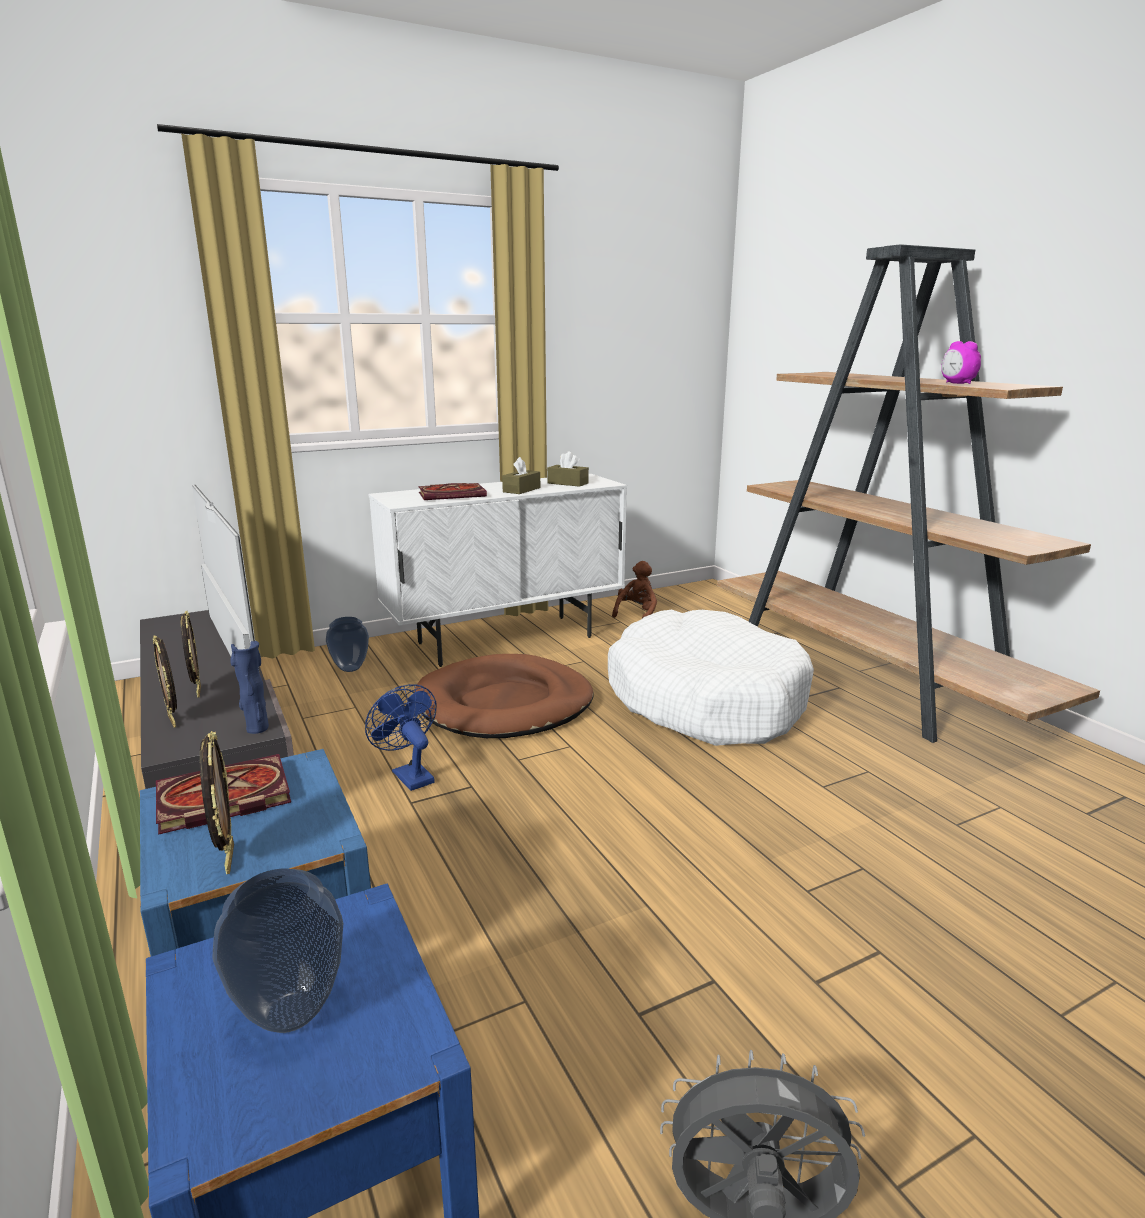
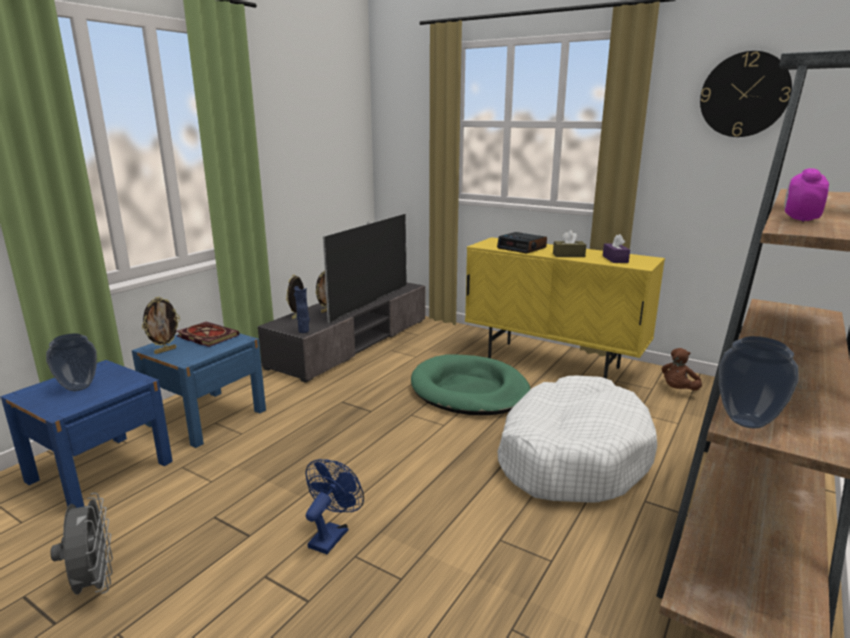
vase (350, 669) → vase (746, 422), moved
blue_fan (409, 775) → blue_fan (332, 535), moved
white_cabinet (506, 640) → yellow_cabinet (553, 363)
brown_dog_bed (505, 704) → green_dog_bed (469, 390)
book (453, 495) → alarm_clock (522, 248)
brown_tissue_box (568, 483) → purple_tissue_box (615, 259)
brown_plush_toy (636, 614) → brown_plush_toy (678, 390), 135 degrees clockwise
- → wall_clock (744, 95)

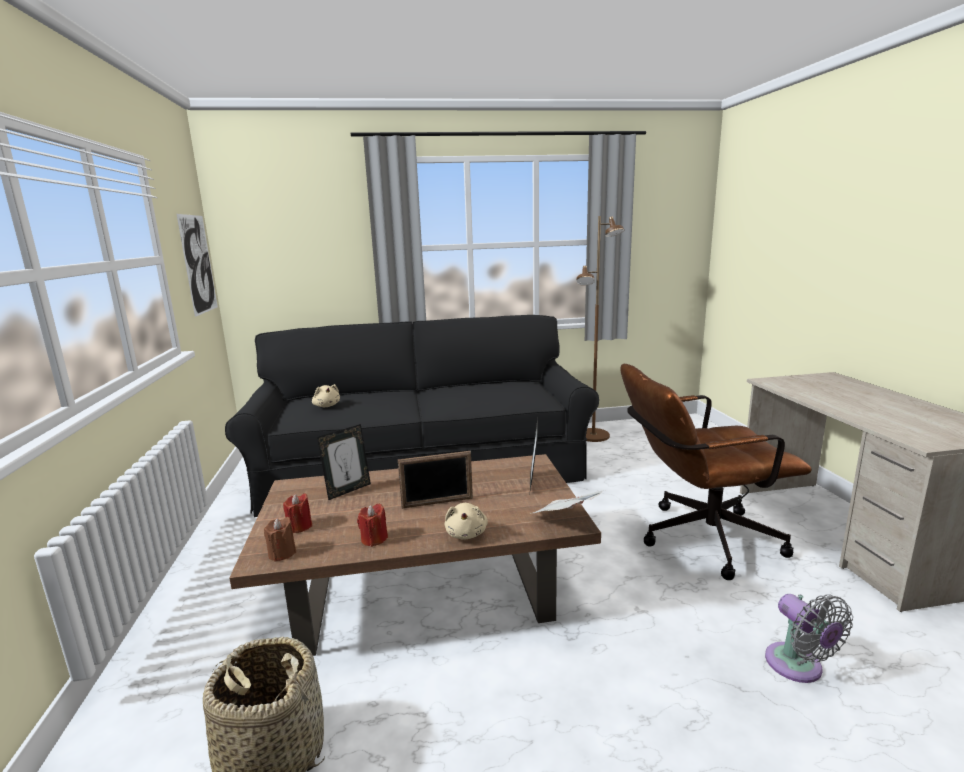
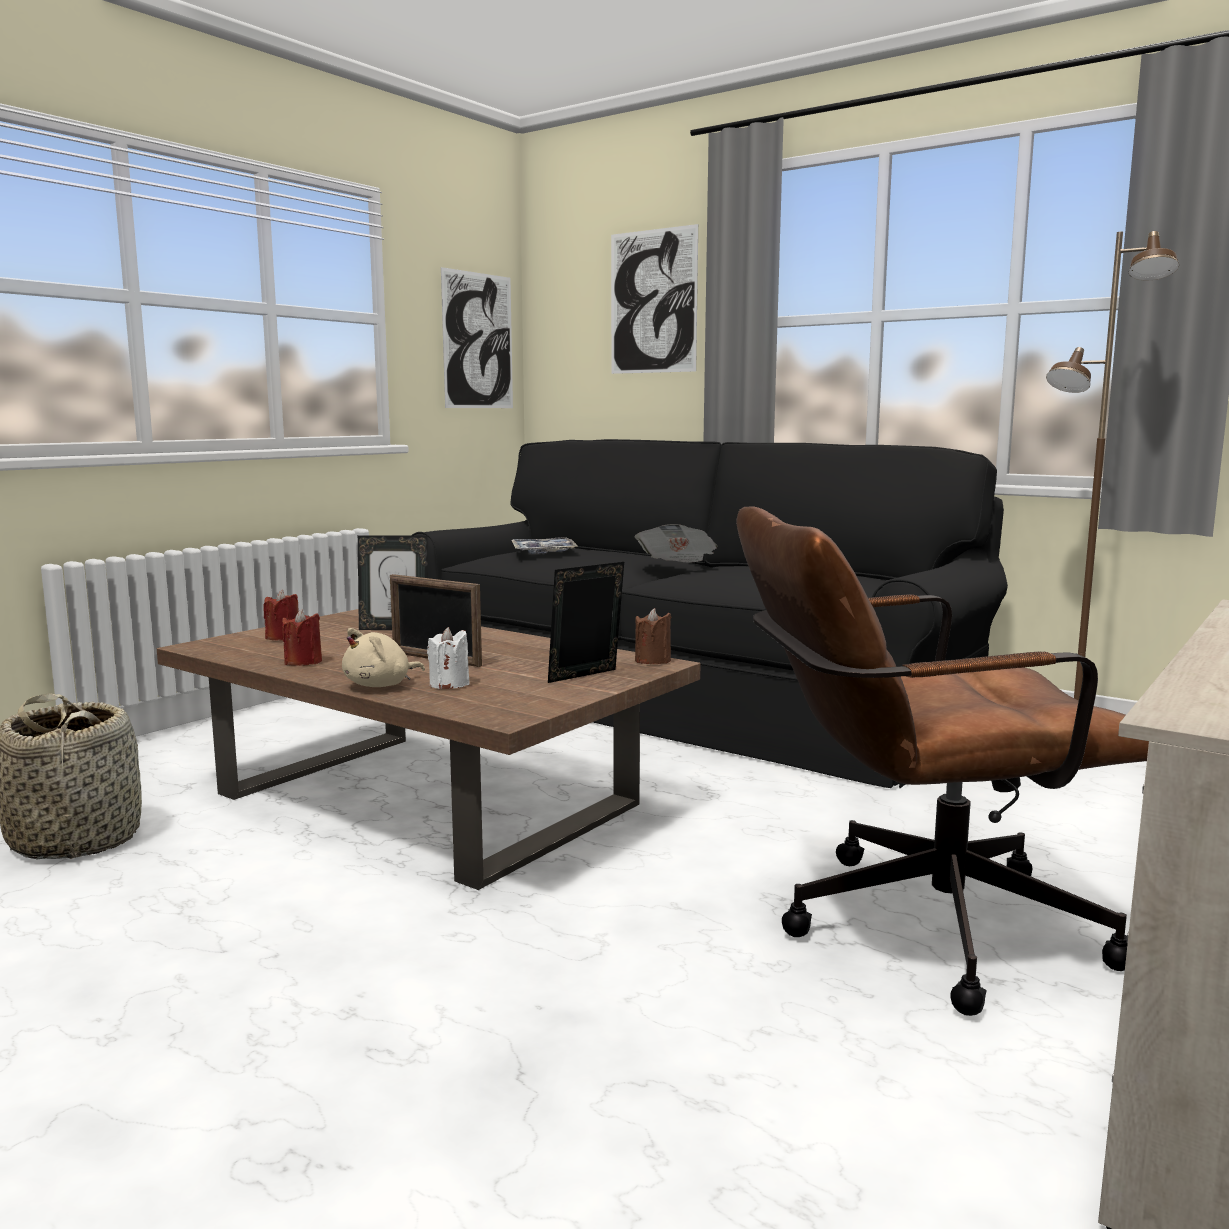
brown_candle (282, 553) → brown_candle (652, 661), moved
beige_plush_toy (326, 406) → tray (543, 552)
newspaper (567, 520) → newspaper (677, 567), moved
brown_office_chair (698, 539) → brown_office_chair (913, 927), 45 degrees counterclockwise
grey_fan (798, 667) → -
- → white_candle (449, 684)
- → picture (653, 302)

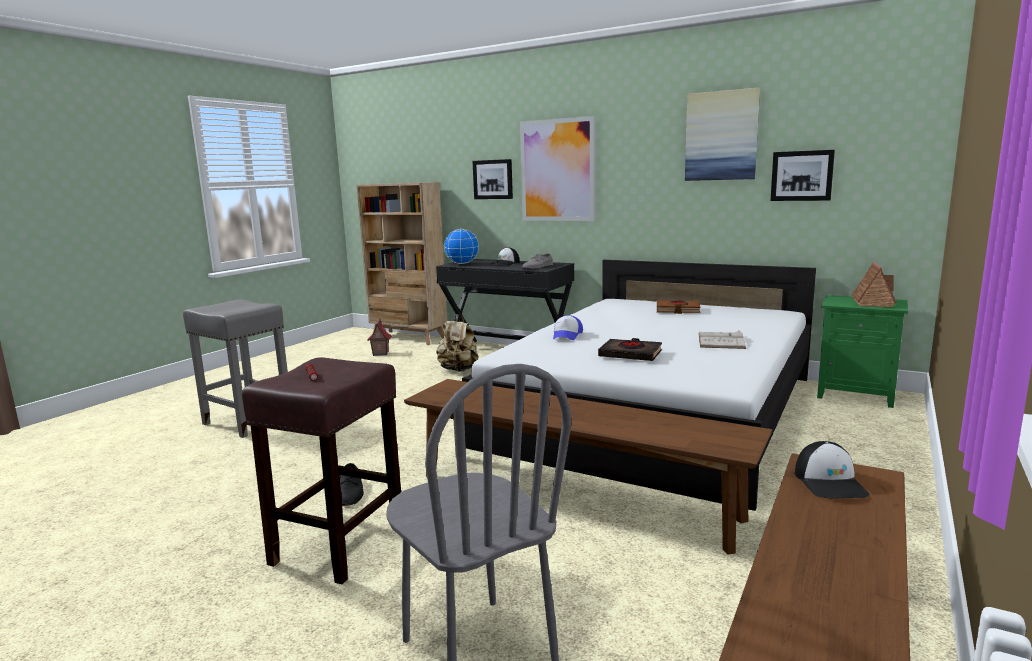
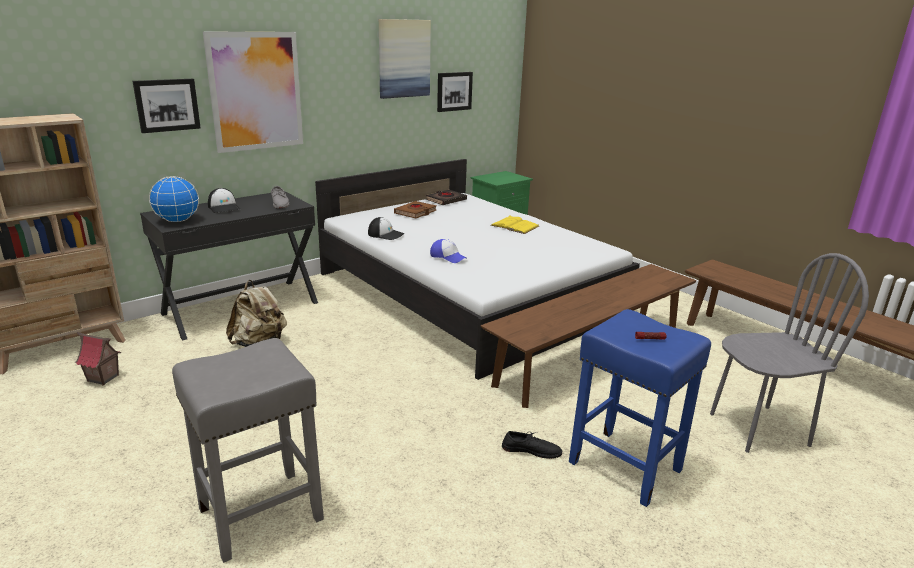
brown_stool (340, 544) → blue_stool (623, 465)
black_book (630, 354) → black_book (446, 200), moved
white_book (721, 341) → yellow_book (514, 226)
cap (830, 483) → cap (386, 234), moved
toy_house (872, 302) → -

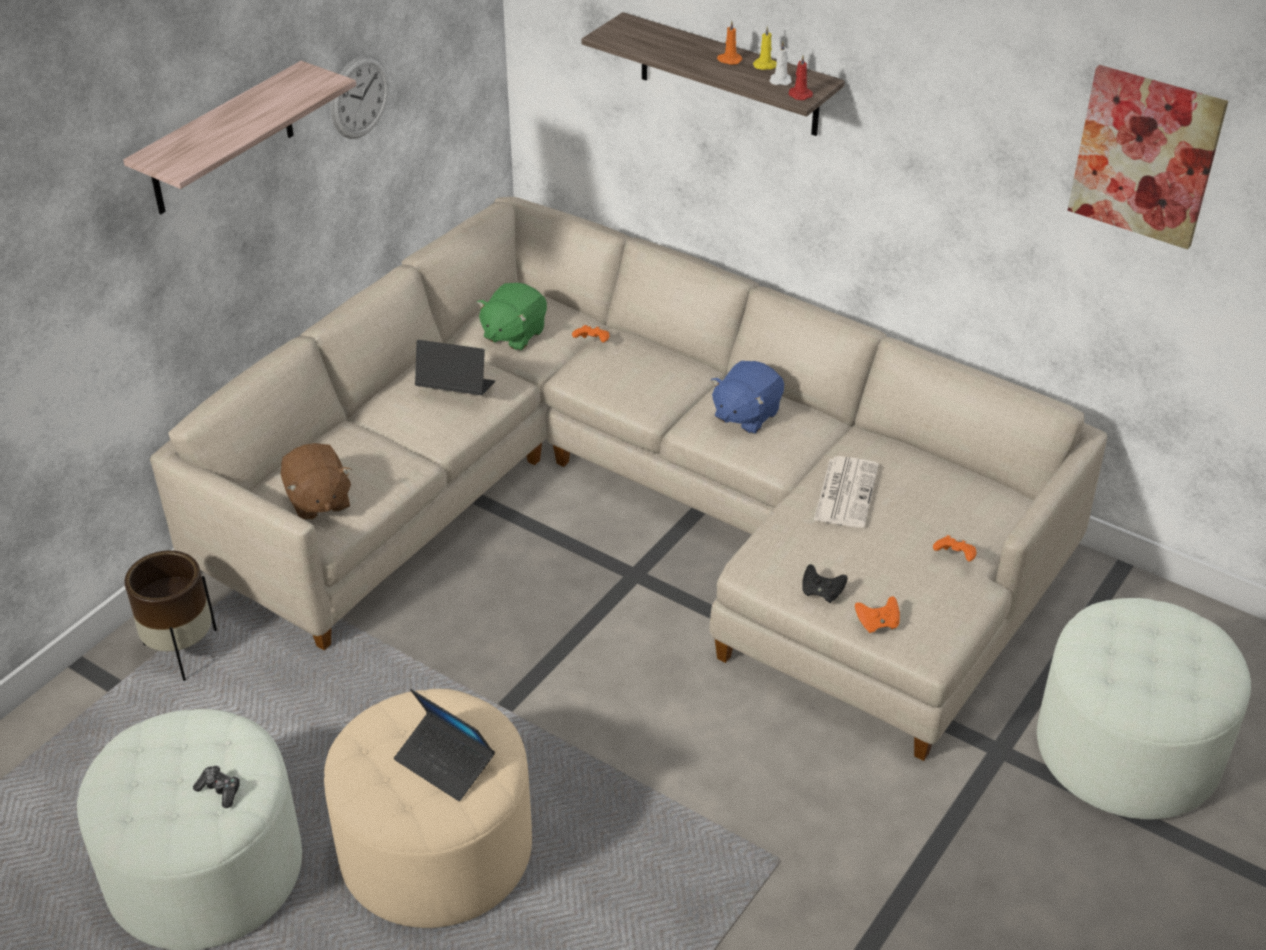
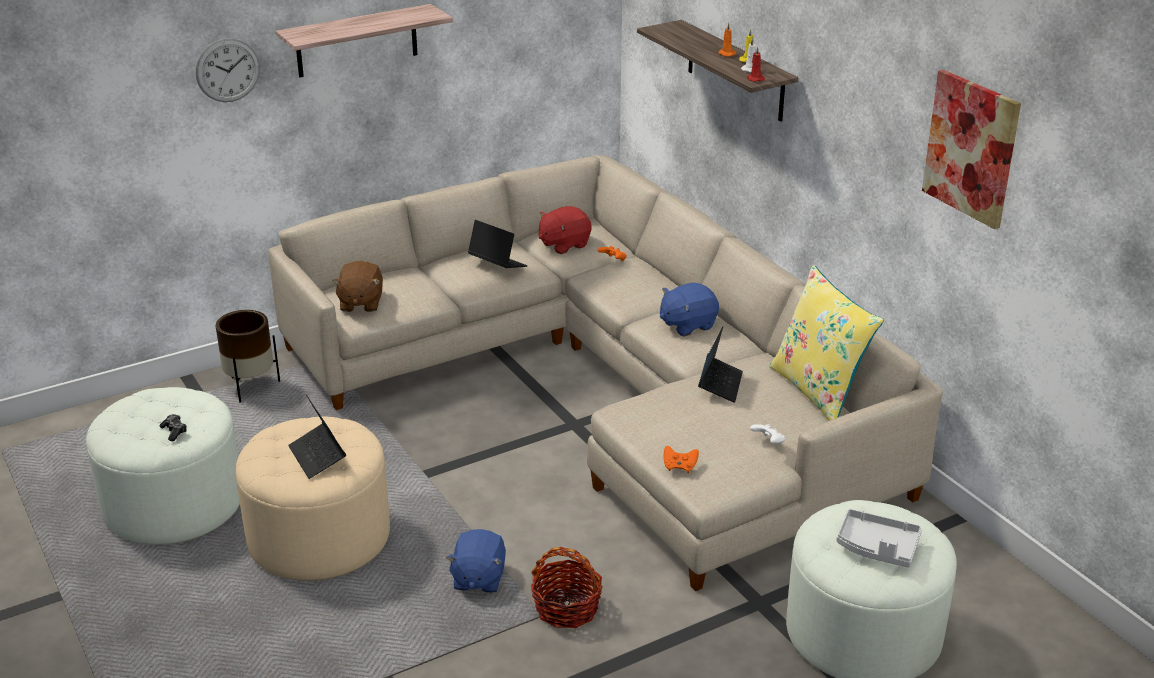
wall_clock (359, 97) → wall_clock (227, 70), moved
green_plush_toy (513, 334) → red_plush_toy (563, 244)
black_game_controller (822, 593) → -
newspaper (845, 492) → laptop (720, 384)
orange_game_controller (954, 557) → white_game_controller (768, 442)
- → blue_plush_toy (478, 579)
- → basket (567, 608)
- → yellow_pillow (818, 391)
- → grey_tray (877, 547)

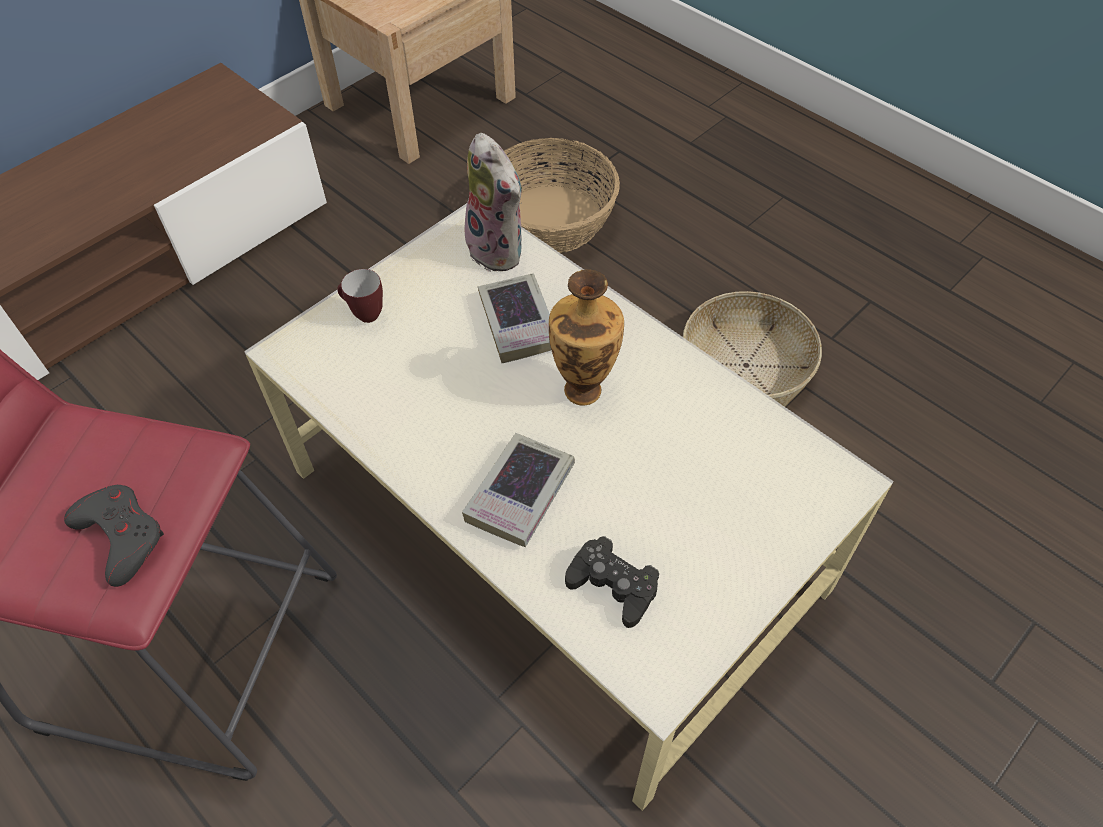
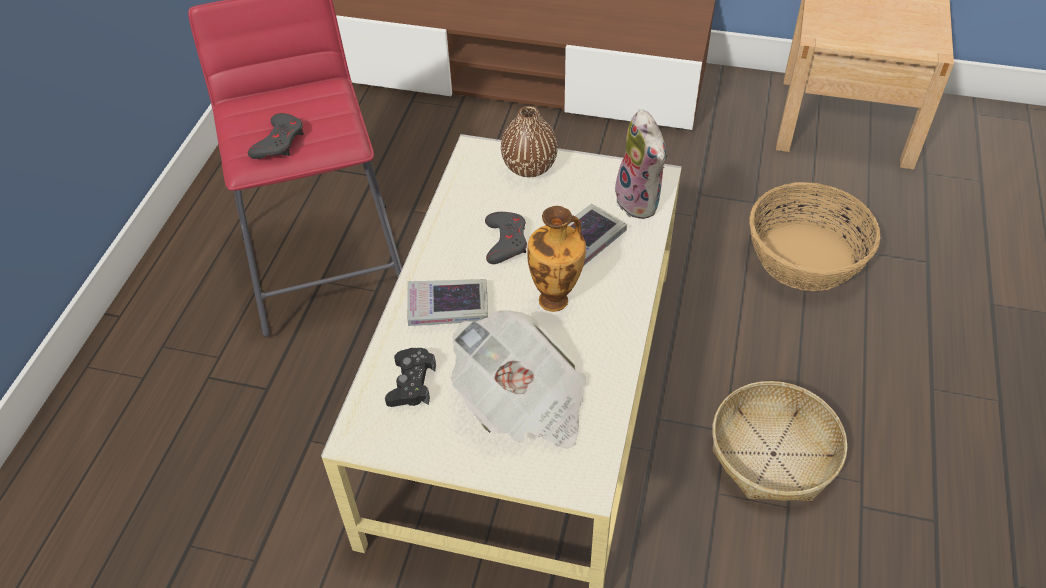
mug (363, 314) → brown_vase (529, 167)
plush_toy (500, 250) → plush_toy (641, 201), 45 degrees counterclockwise
- → newspaper (523, 403)
- → grey_game_controller (505, 241)

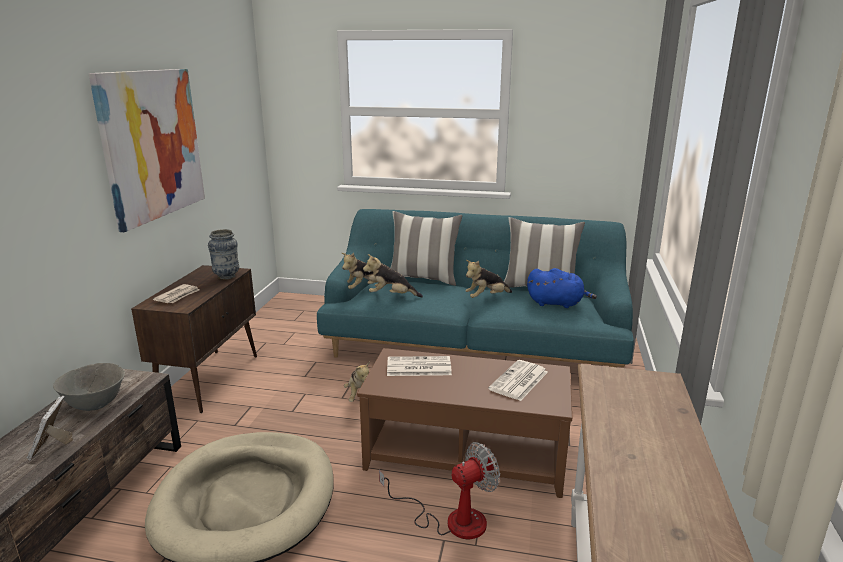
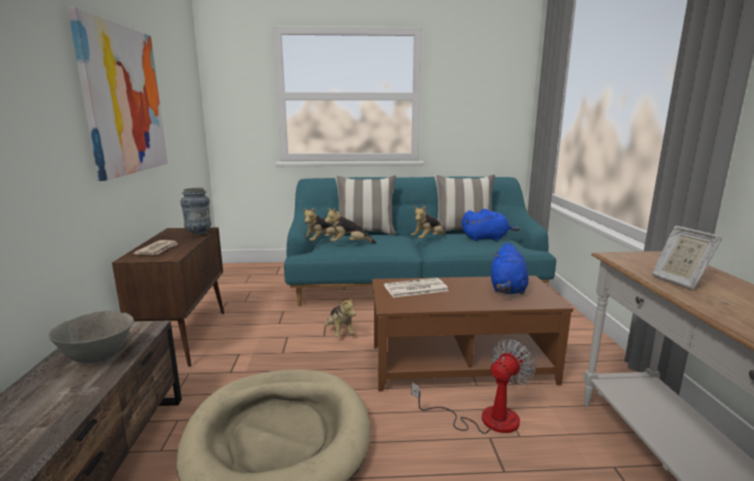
picture_frame (51, 447) → picture_frame (678, 281), moved
newspaper (519, 381) → blue_plush_toy (507, 289)

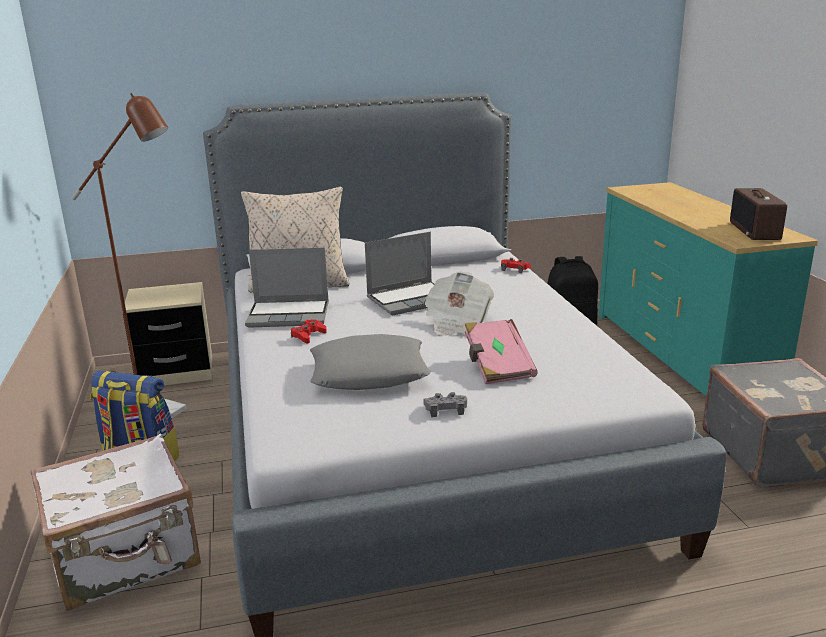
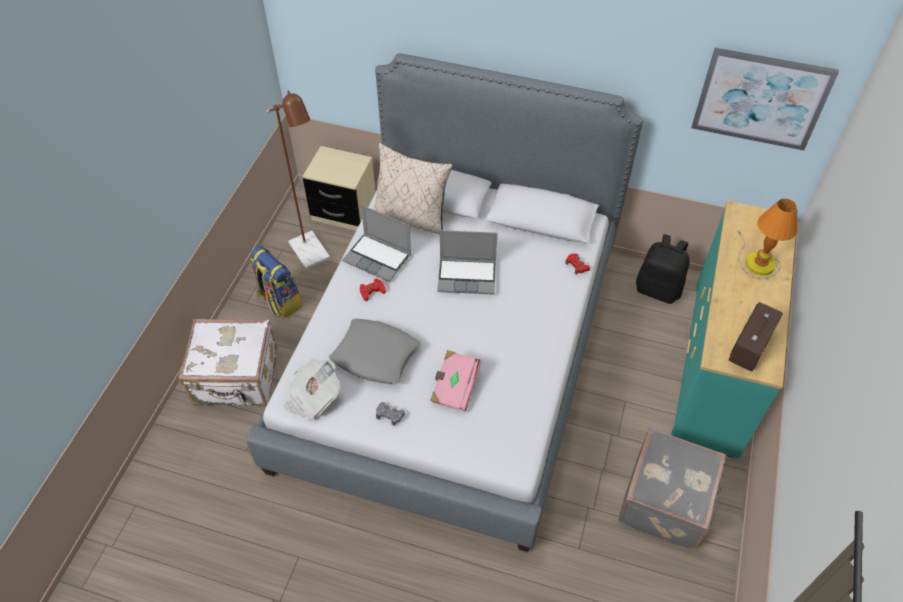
newspaper (456, 322) → newspaper (313, 397), moved
- → picture (761, 99)
- → table_lamp (757, 262)

